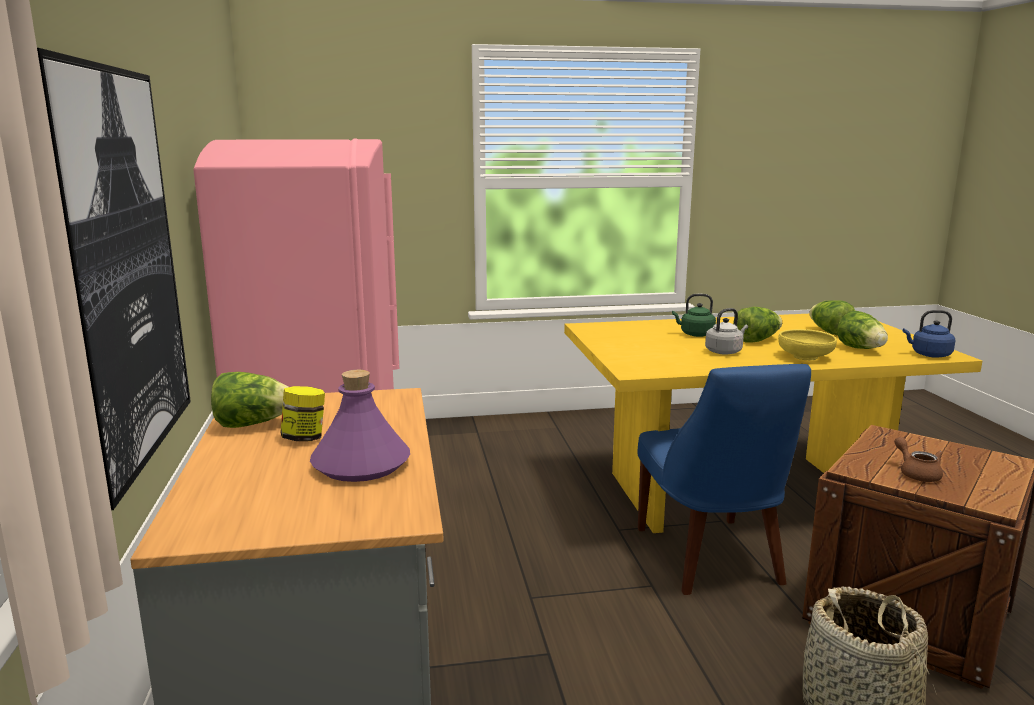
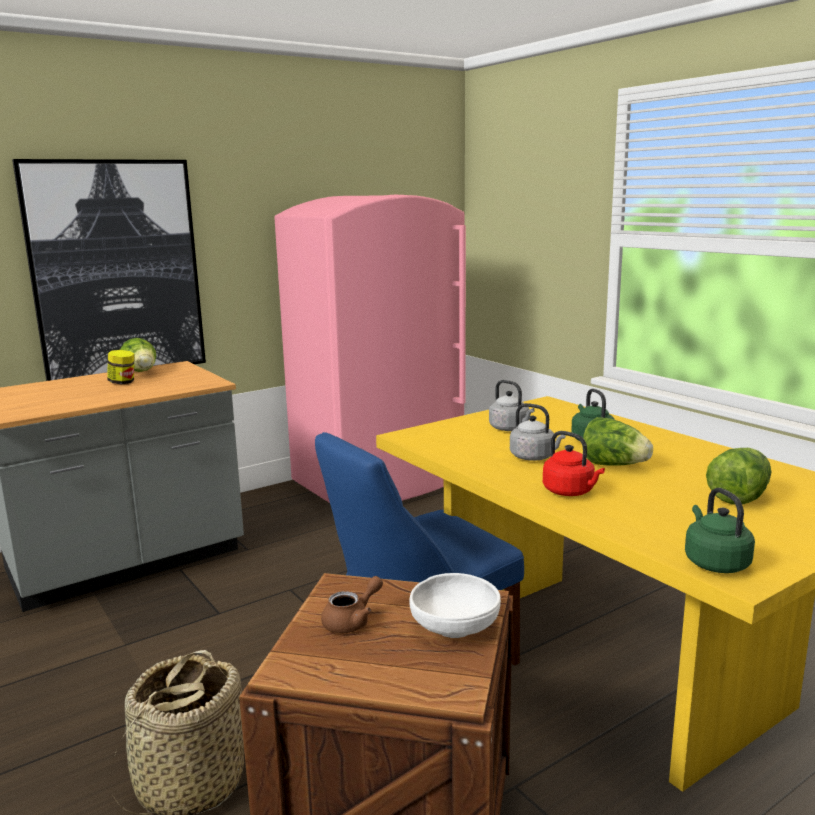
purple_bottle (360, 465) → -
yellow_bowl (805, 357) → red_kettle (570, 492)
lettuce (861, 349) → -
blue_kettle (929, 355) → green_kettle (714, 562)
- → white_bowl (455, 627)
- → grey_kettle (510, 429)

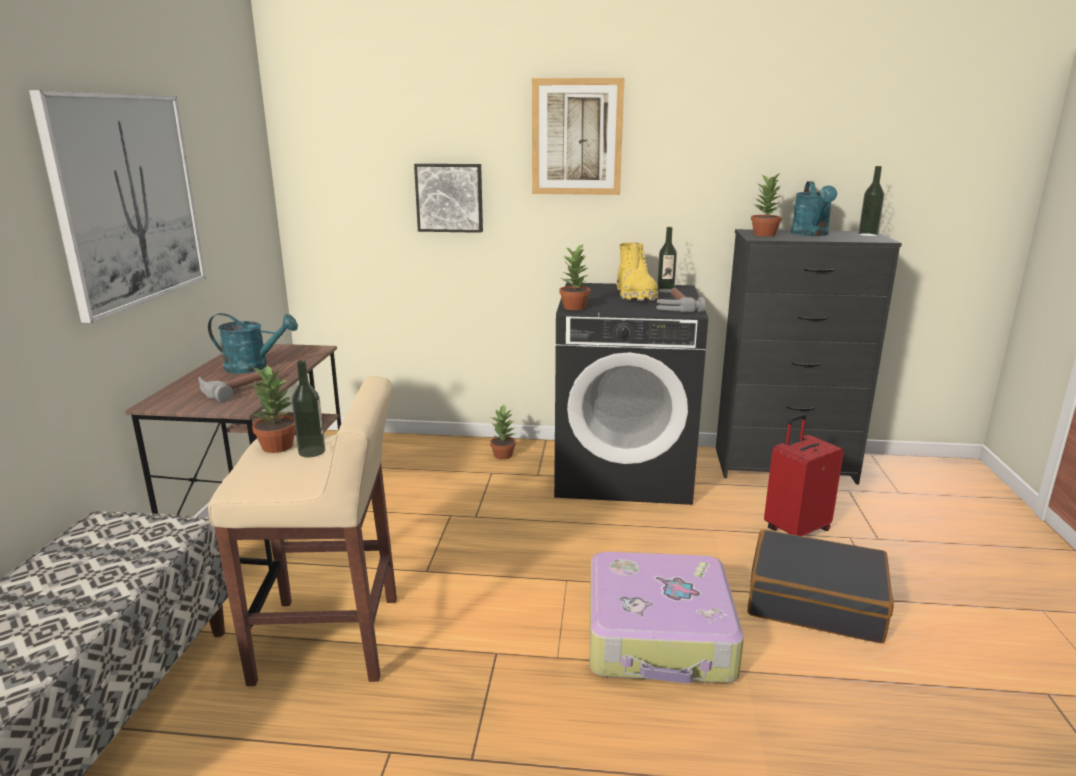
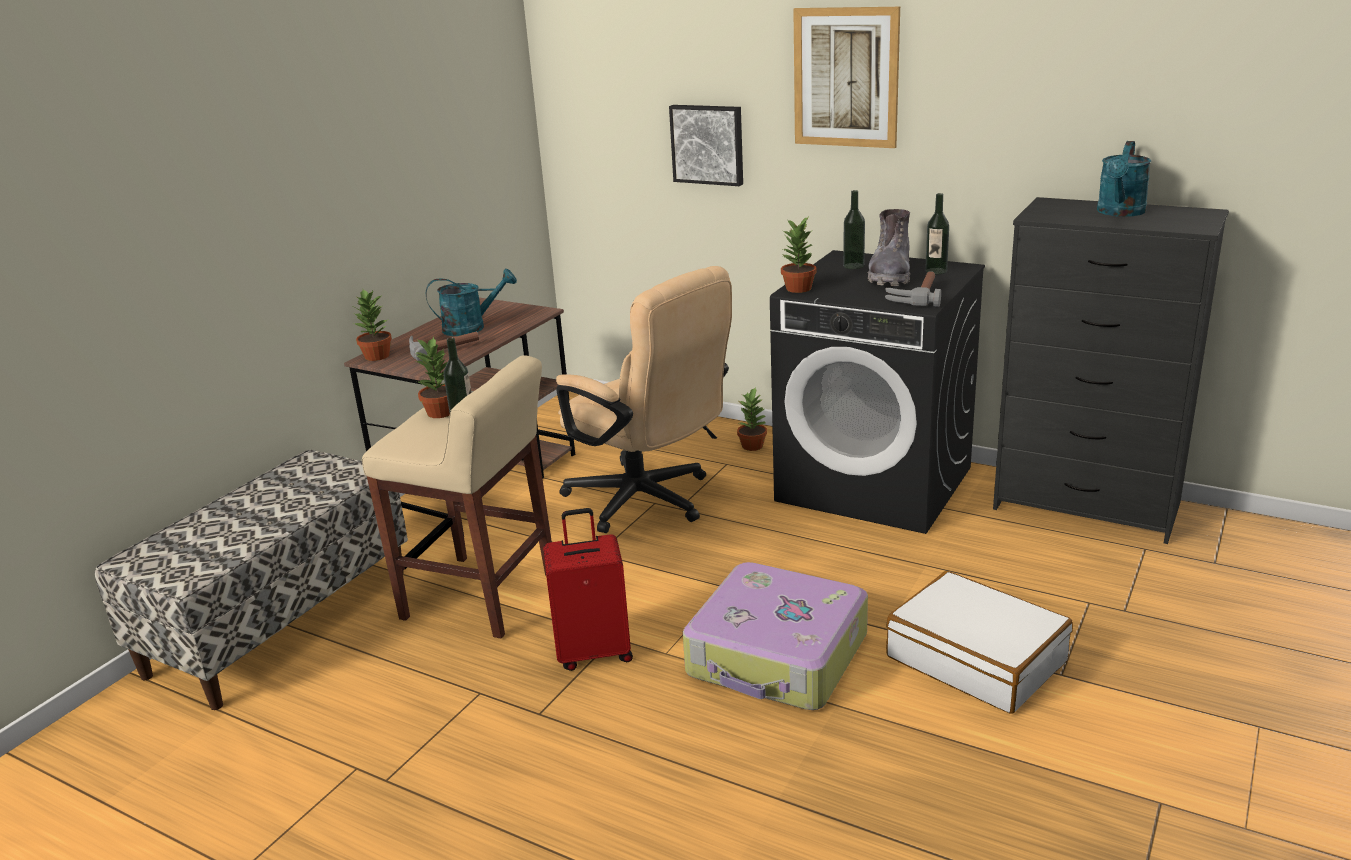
picture (128, 200) → -
turquoise_watering_can (254, 367) → turquoise_watering_can (472, 327), 45 degrees counterclockwise
yellow_boot (635, 295) → grey_boot (890, 275)
black_suitcase (815, 601) → white_suitcase (976, 659)
potted_plant (764, 235) → potted_plant (377, 356), moved
red_suitcase (795, 529) → red_suitcase (594, 652), moved
bottle (867, 235) → bottle (853, 266), moved
- → beige_office_chair (649, 502)

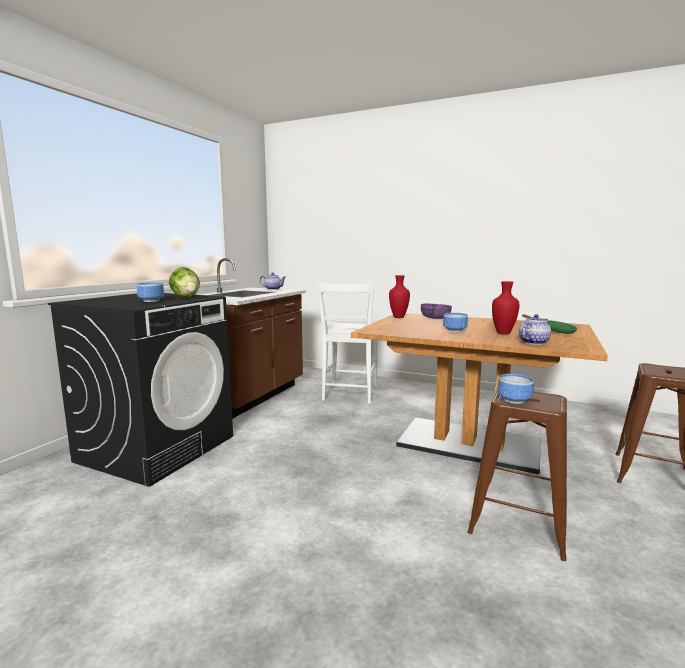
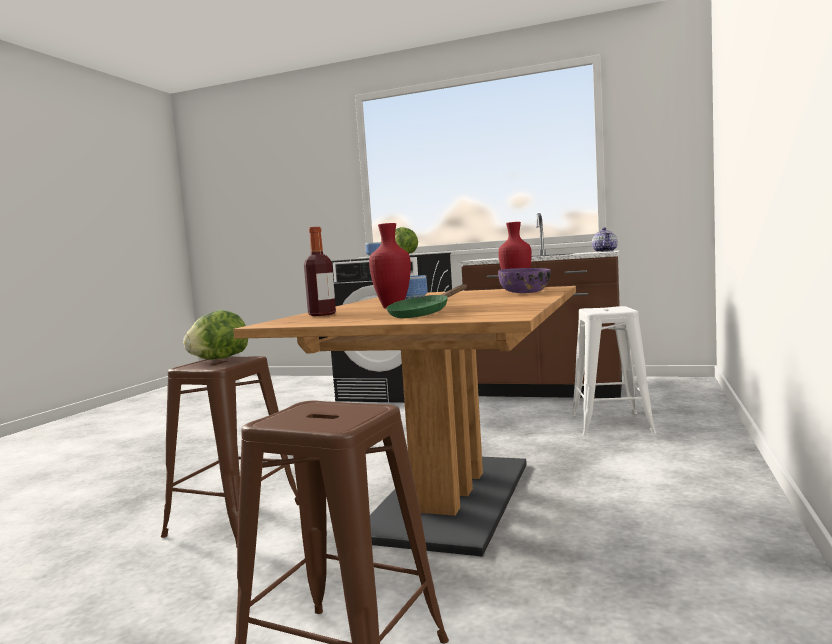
white_chair (349, 394) → white_stool (611, 424)
bowl (514, 399) → lettuce (218, 359)
teapot (533, 342) → bottle (322, 314)

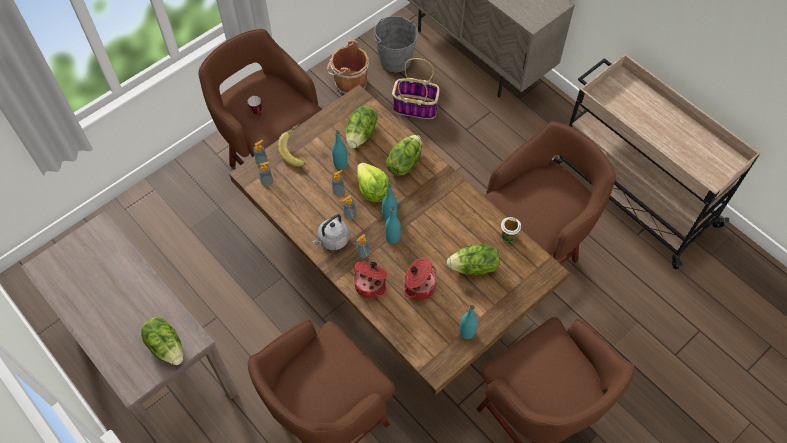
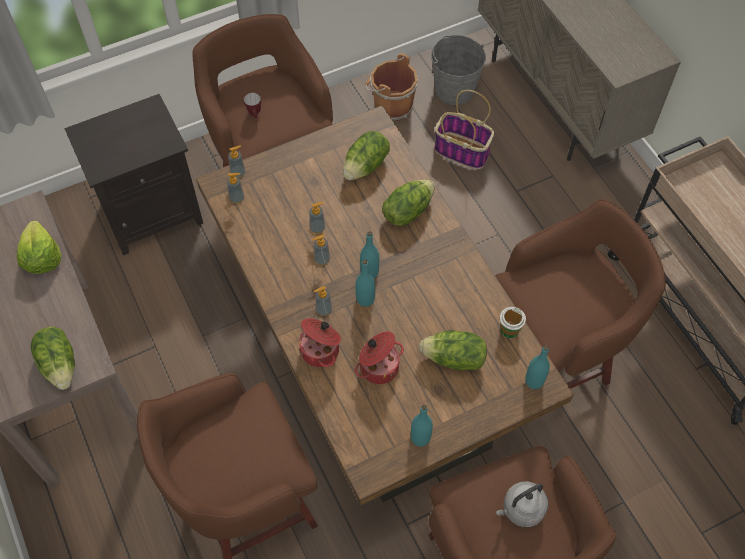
banana (296, 151) → -
grey_kettle (332, 240) → grey_kettle (521, 509), moved
turquoise_bottle (340, 164) → turquoise_bottle (534, 381), moved
lettuce (373, 190) → lettuce (41, 257), moved
- → black_nightstand (152, 212)

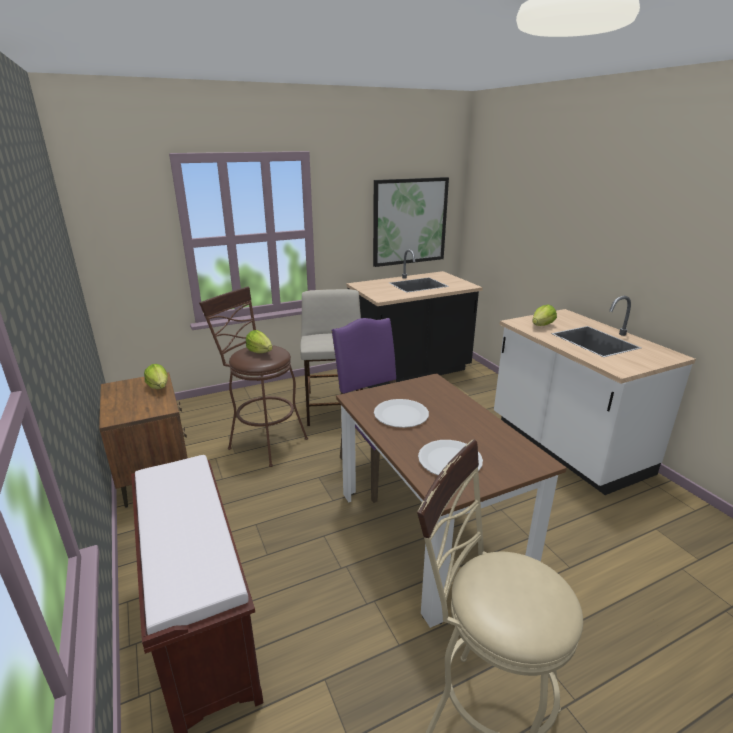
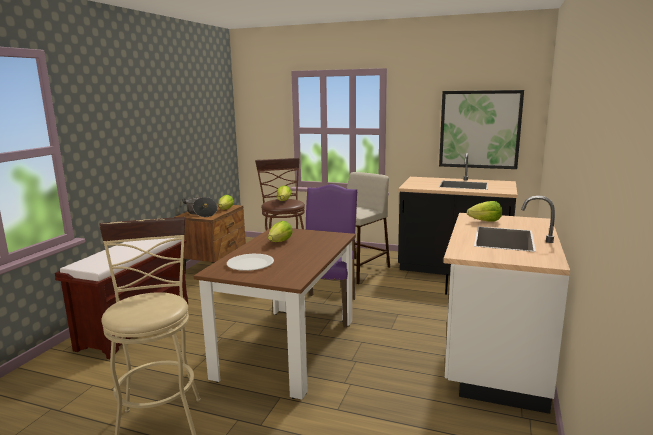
white_plate (401, 414) → lettuce (280, 242)
- → cooking_pot (201, 213)

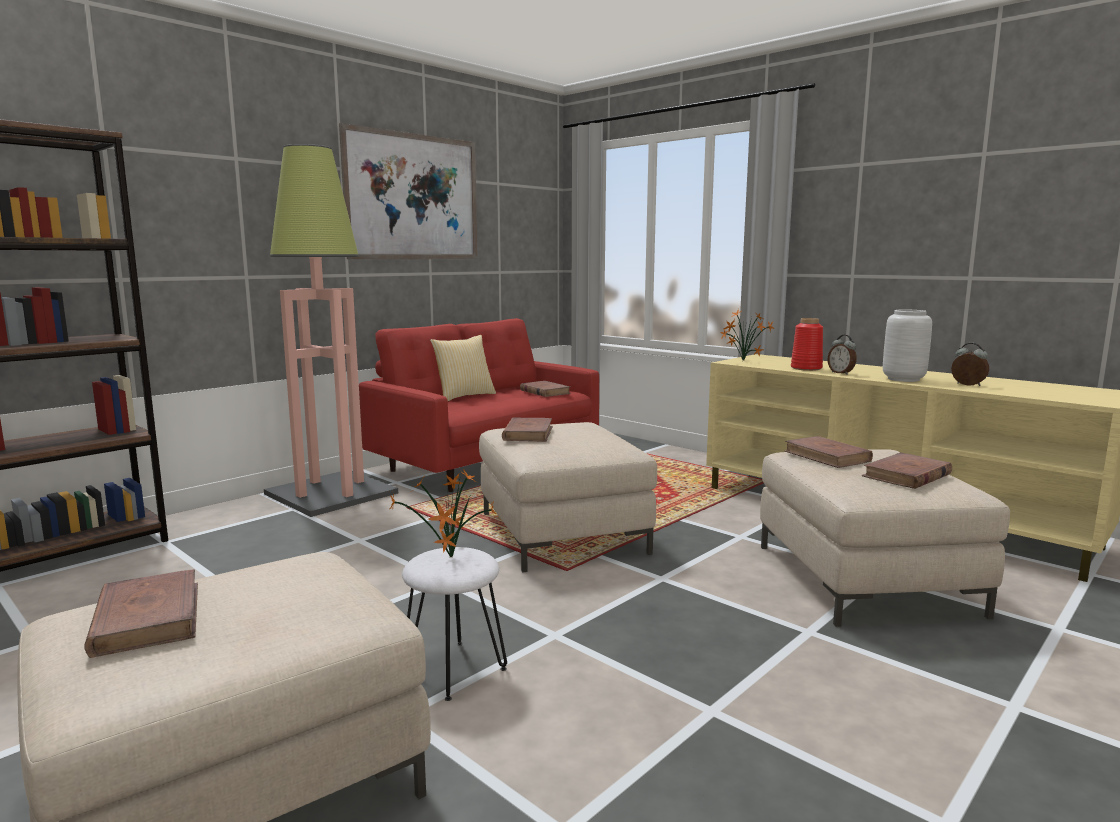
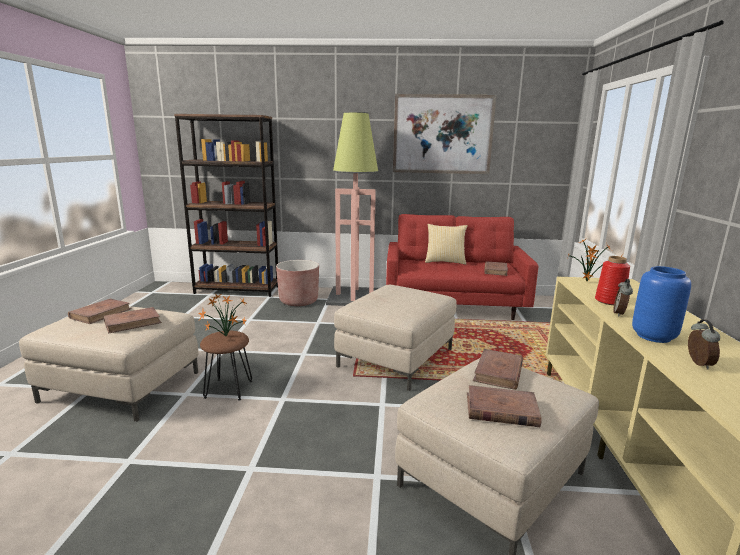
white_stool (455, 669) → brown_stool (229, 389)
brown_book (528, 433) → brown_book (133, 322), moved
grey_vase (902, 379) → blue_vase (652, 336)
- → brown_planter (298, 301)

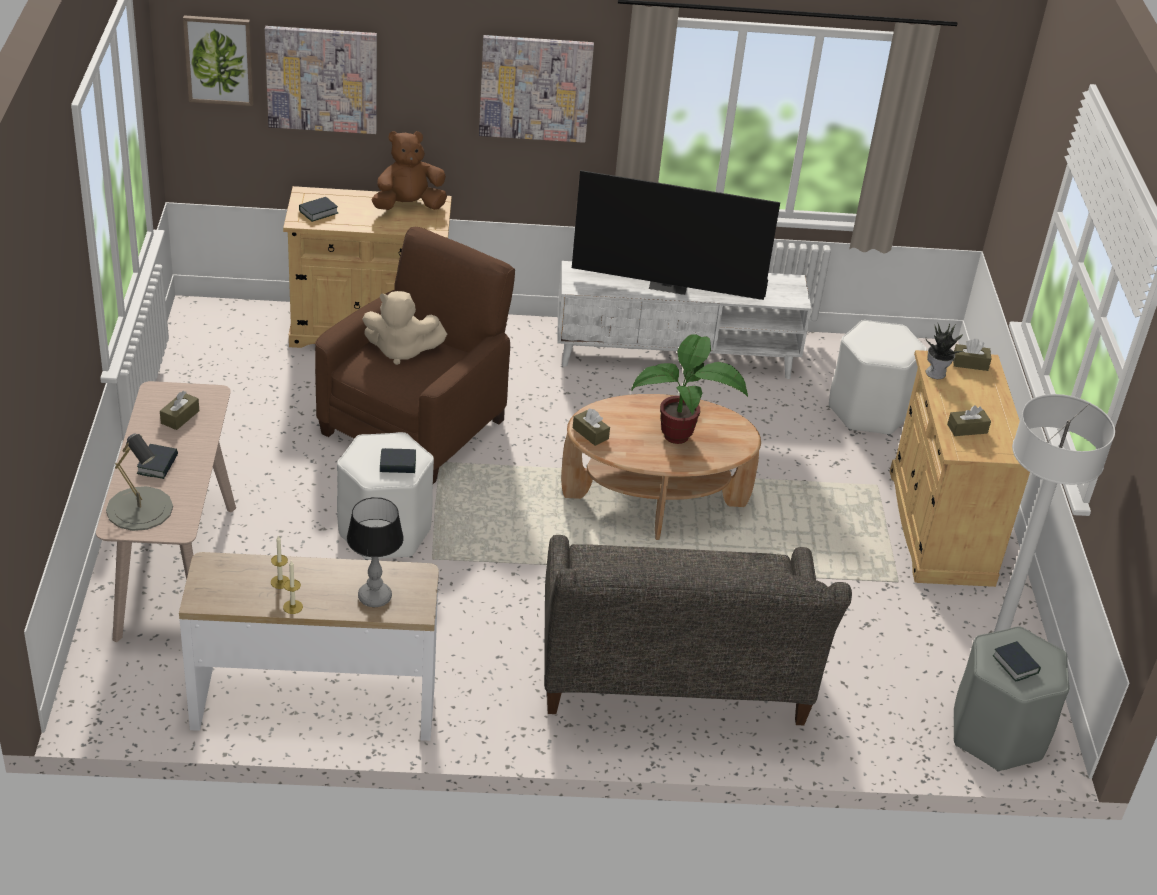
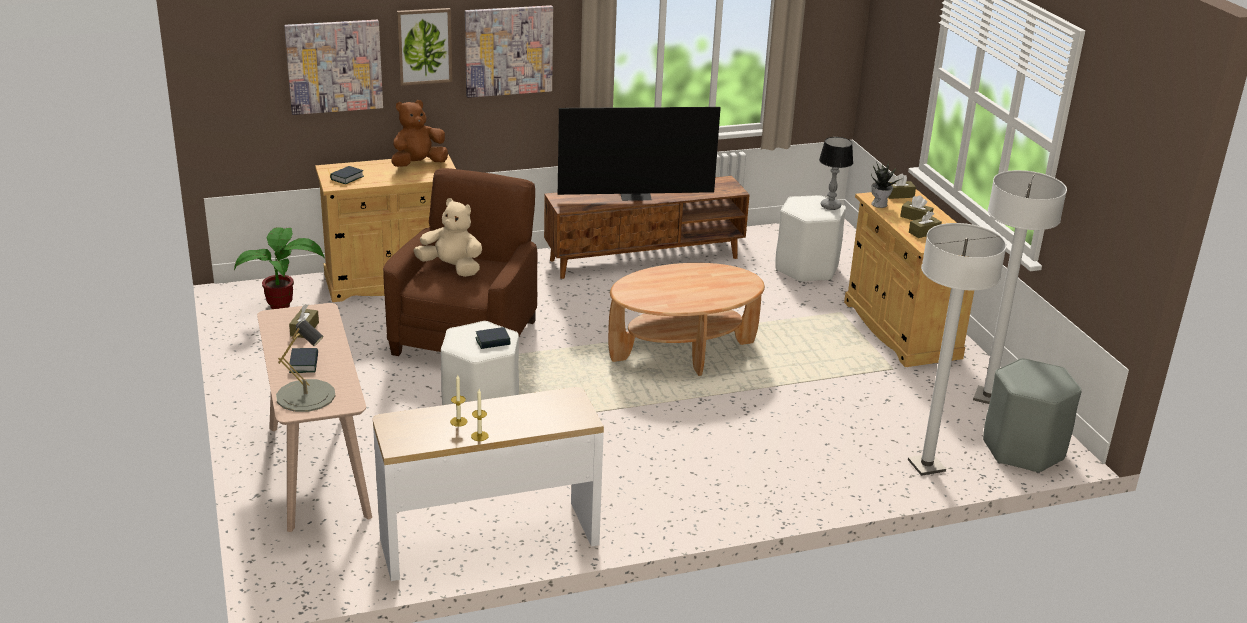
picture (219, 60) → picture (424, 46), moved
table_lamp (374, 597) → table_lamp (830, 206), moved
beige_plush_toy (401, 351) → beige_plush_toy (452, 268), 150 degrees counterclockwise
grey_sofa (673, 682) → -
white_tv_stand (676, 356) → brown_tv_stand (644, 258)
brown_tissue_box (590, 433) → brown_tissue_box (916, 217), moved
potted_plant (681, 437) → potted_plant (284, 306), moved
book (1015, 664) → -
- → white_floor_lamp (926, 466)

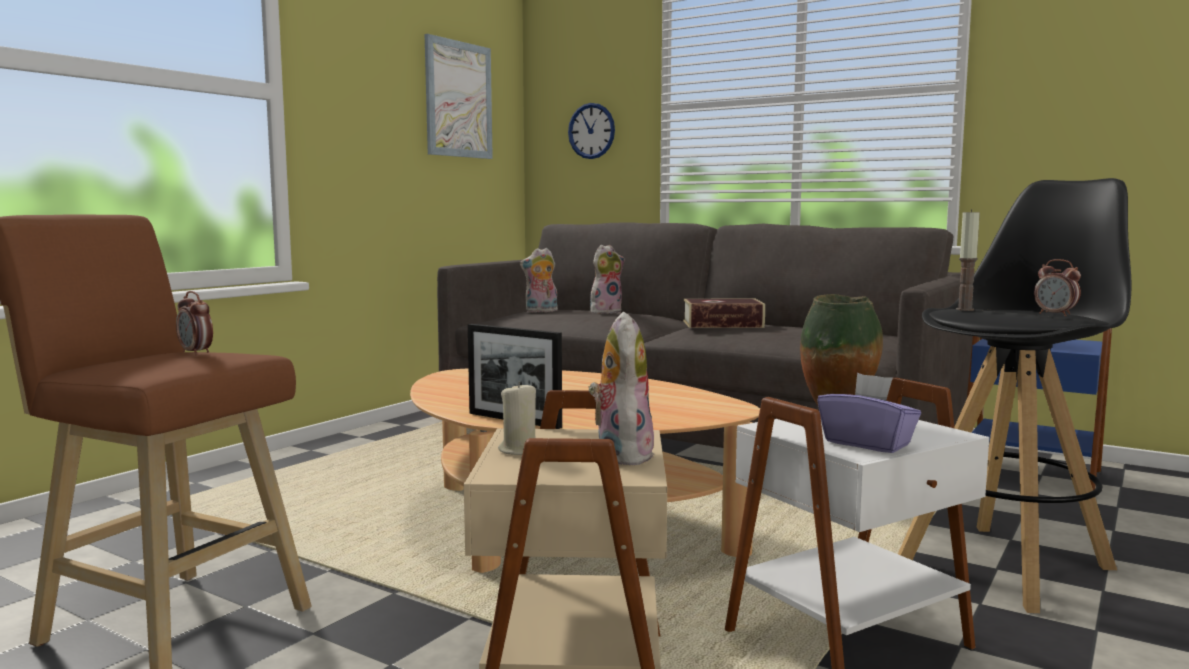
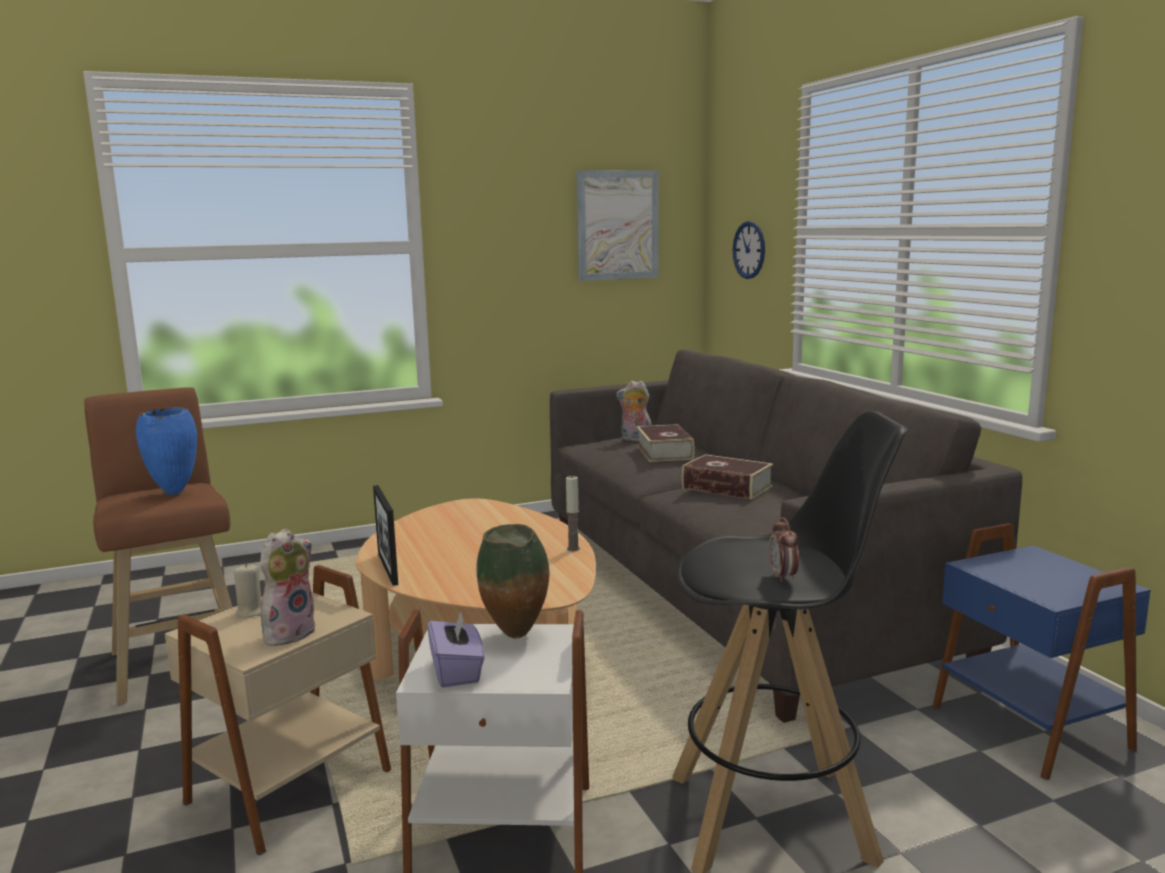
alarm_clock (196, 353) → blue_vase (175, 493)
plush_toy (605, 312) → book (664, 452)
candle (965, 309) → candle (573, 549), moved

